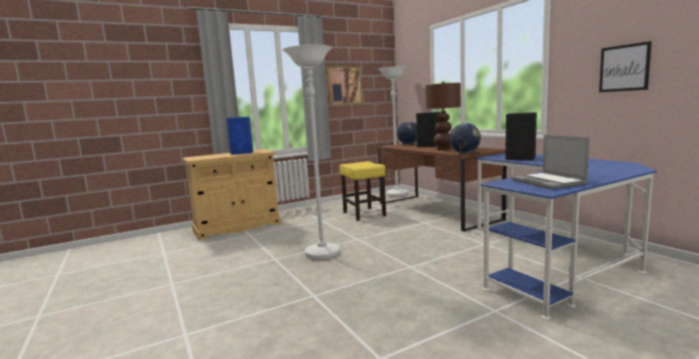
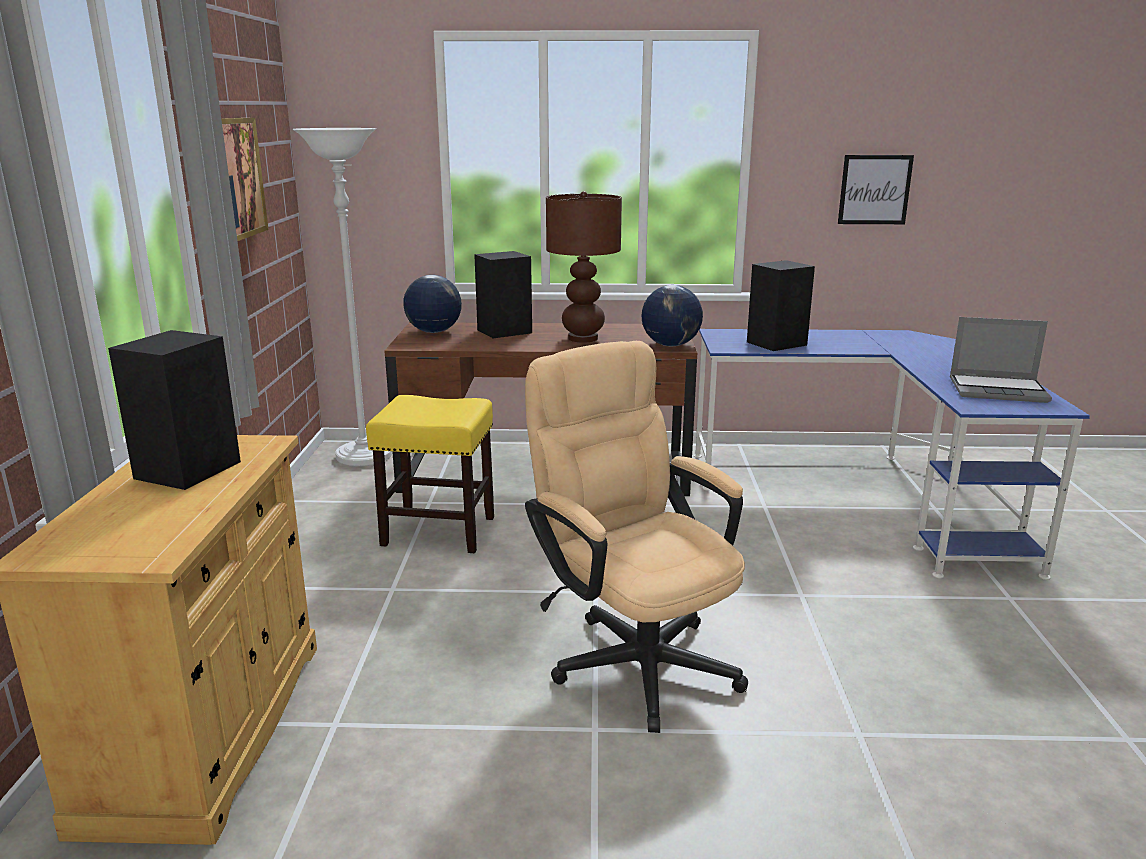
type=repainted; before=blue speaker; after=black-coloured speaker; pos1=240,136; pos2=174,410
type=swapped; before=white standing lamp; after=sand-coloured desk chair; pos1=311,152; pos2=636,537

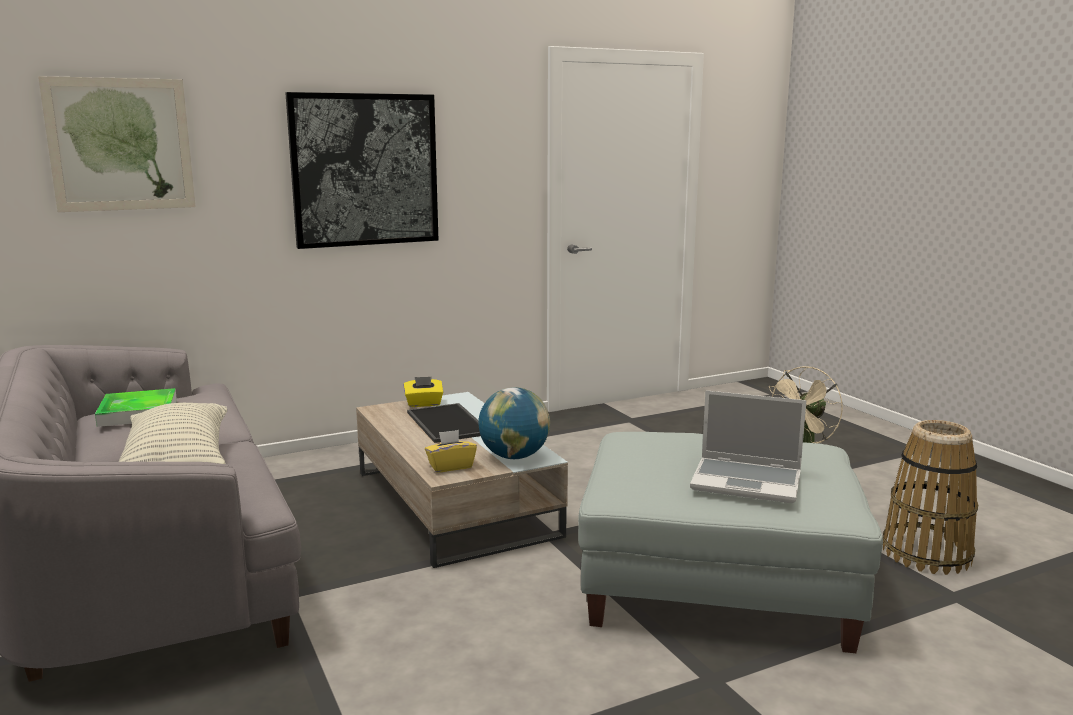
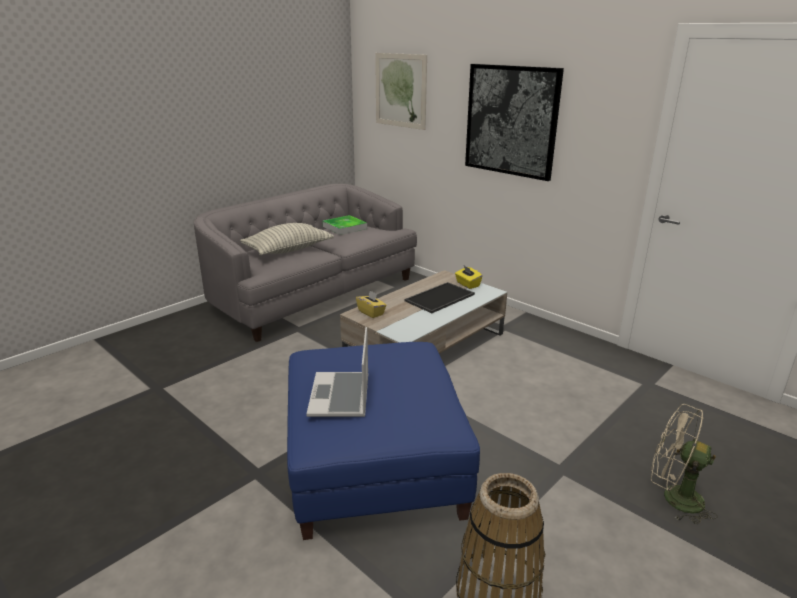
type=repainted; before=gray footrest; after=blue footrest; pos1=730,542; pos2=383,441
type=gone; before=world globe; pos1=514,423

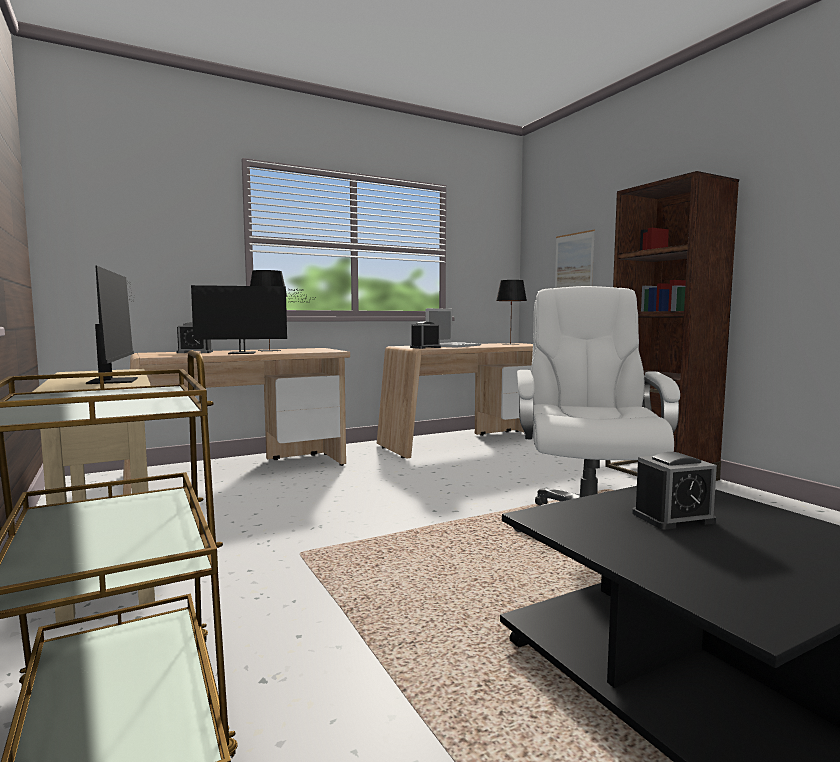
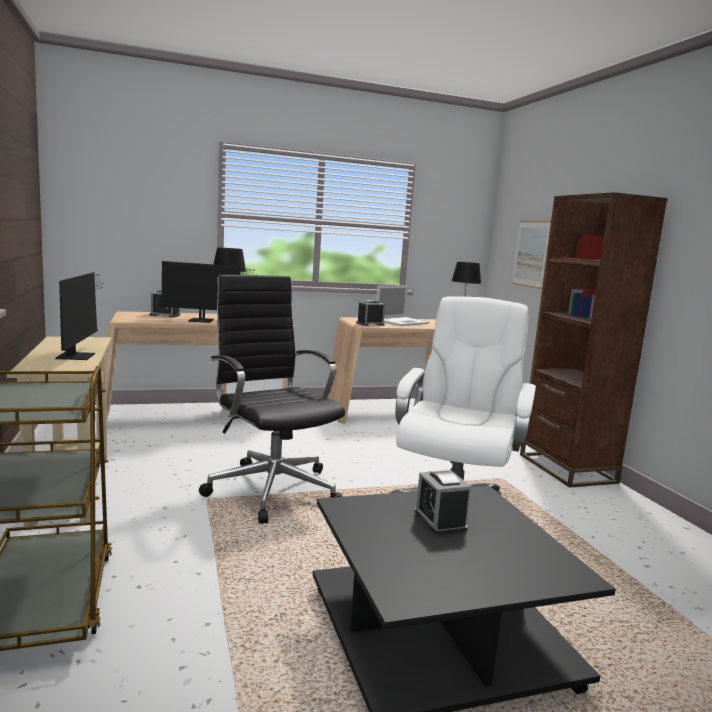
type=new; after=black-coloured desk chair; pos2=272,399
type=rotated; before=table clock; pos1=674,491; pos2=443,502; turn=75

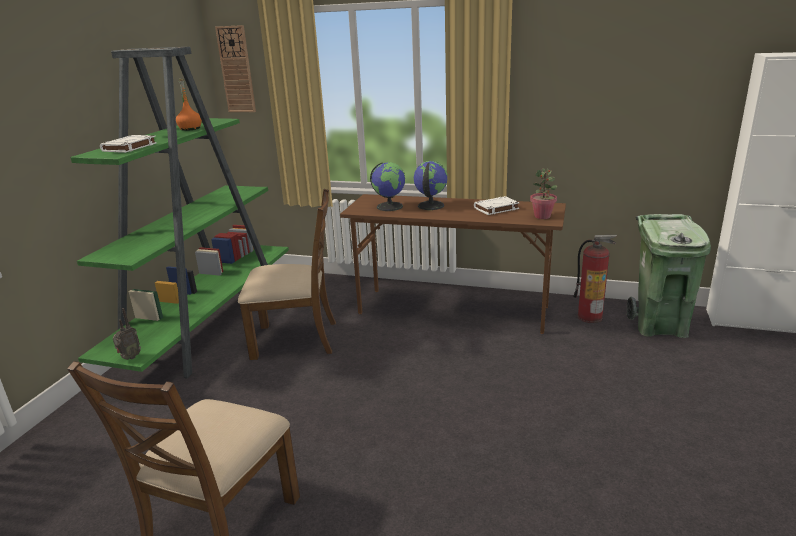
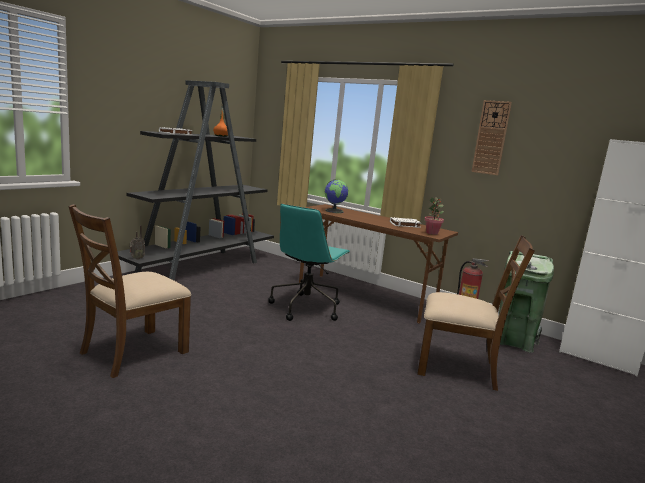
type=repainted; before=greenish shelving unit; after=black-coloured shelving unit; pos1=179,213; pos2=195,180
type=new; after=blue-green desk chair; pos2=308,262
type=shifted; before=brown plain chair; pos1=287,274; pos2=476,313
type=shifted; before=wall clock; pos1=235,68; pos2=491,137
type=gone; before=world globe; pos1=431,185

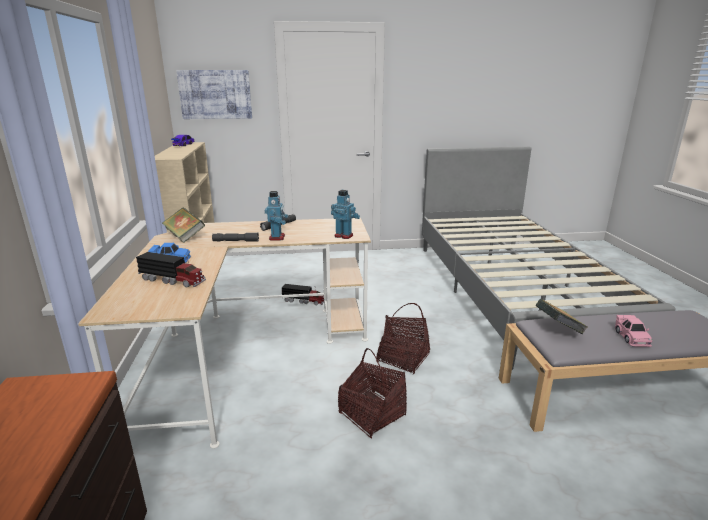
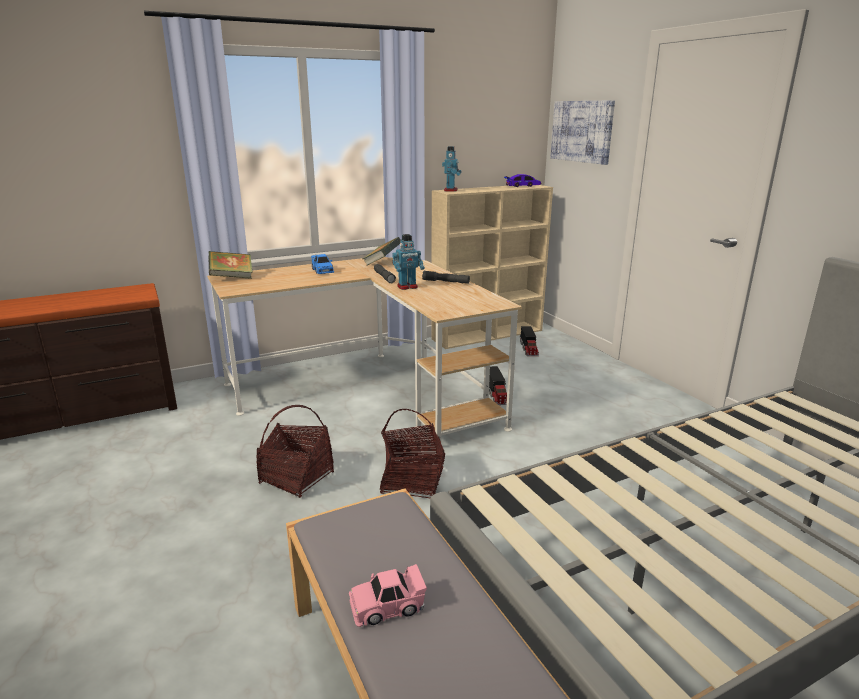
type=shifted; before=volume; pos1=562,316; pos2=231,265
type=shifted; before=toy robot; pos1=345,214; pos2=452,169
type=shifted; before=toy lorry; pos1=171,270; pos2=529,341

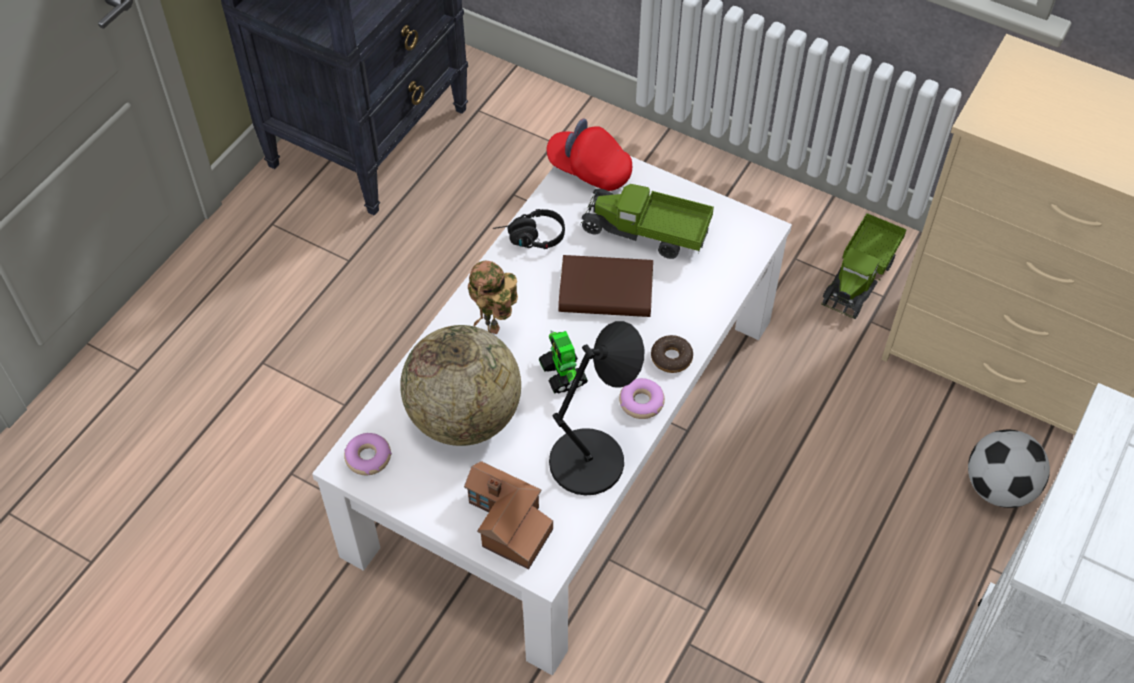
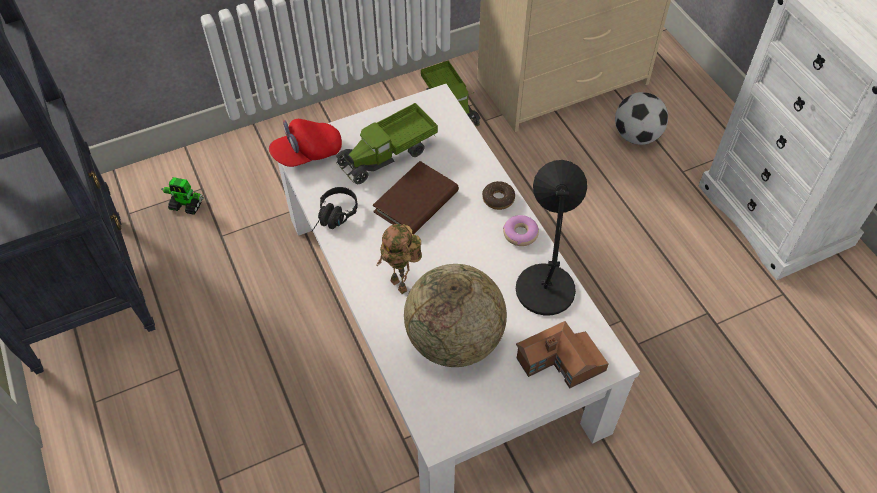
type=shifted; before=toy robot; pos1=563,362; pos2=183,196
type=gone; before=ring doughnut; pos1=368,454

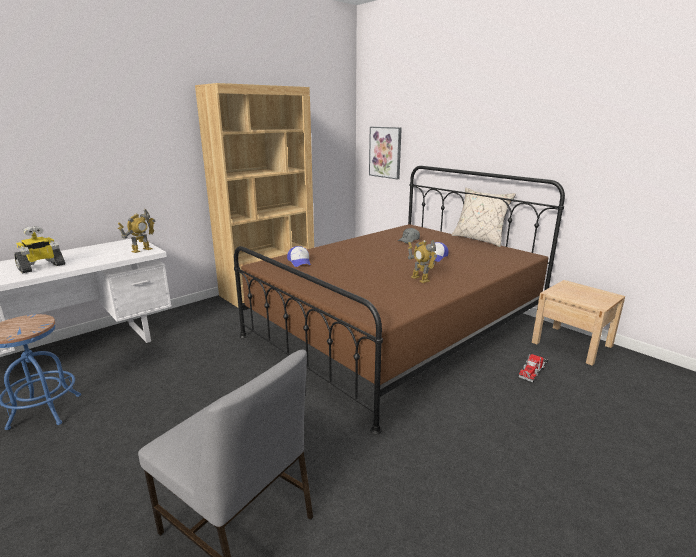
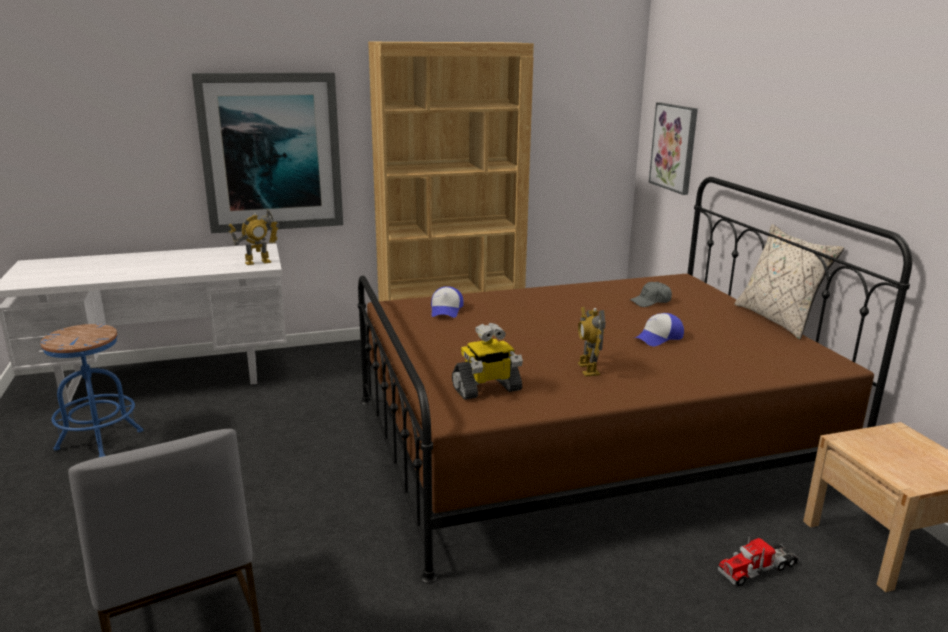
type=new; after=wall picture; pos2=267,152
type=shifted; before=toy robot; pos1=39,249; pos2=487,361

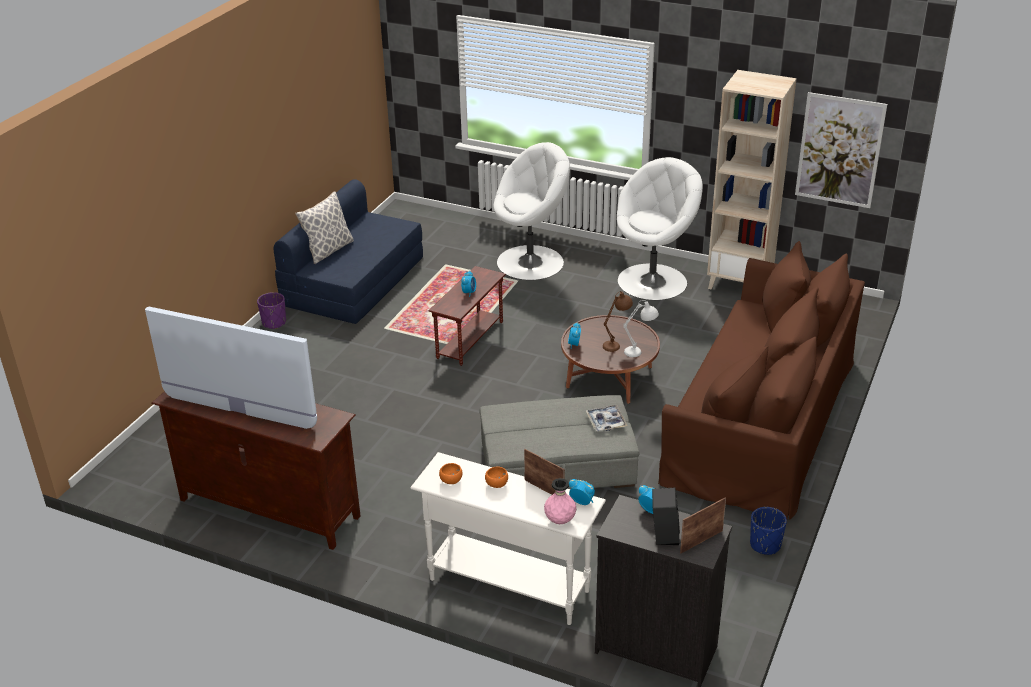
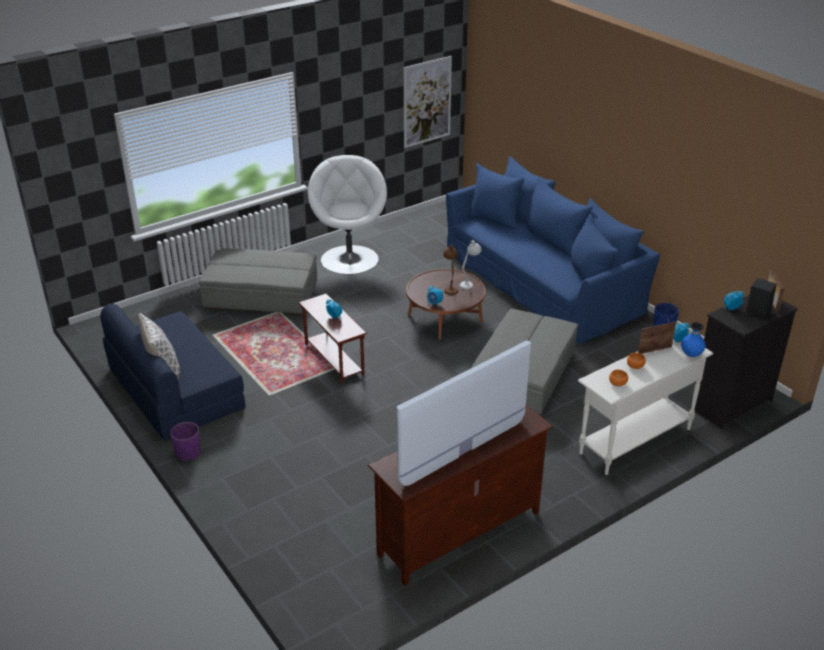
type=swapped; before=white lounge chair; after=gray footrest; pos1=531,211; pos2=258,282
type=repainted; before=brown sofa; after=blue sofa; pos1=761,380; pos2=553,250
type=repainted; before=pinkish decorative vase; after=blue decorative vase; pos1=560,501; pos2=693,339
type=gone; before=carrying tray; pos1=606,418
type=gone; before=sand-coloured shelving unit; pos1=752,179

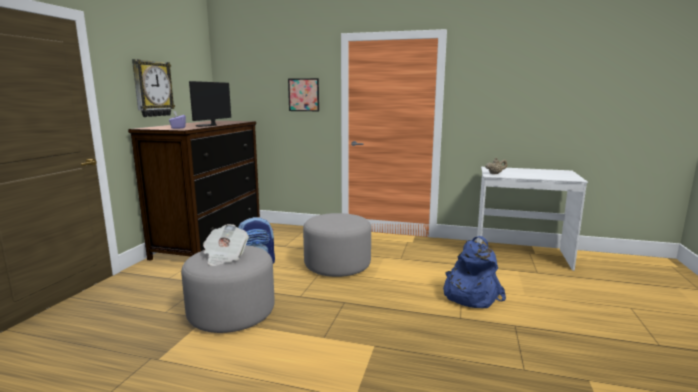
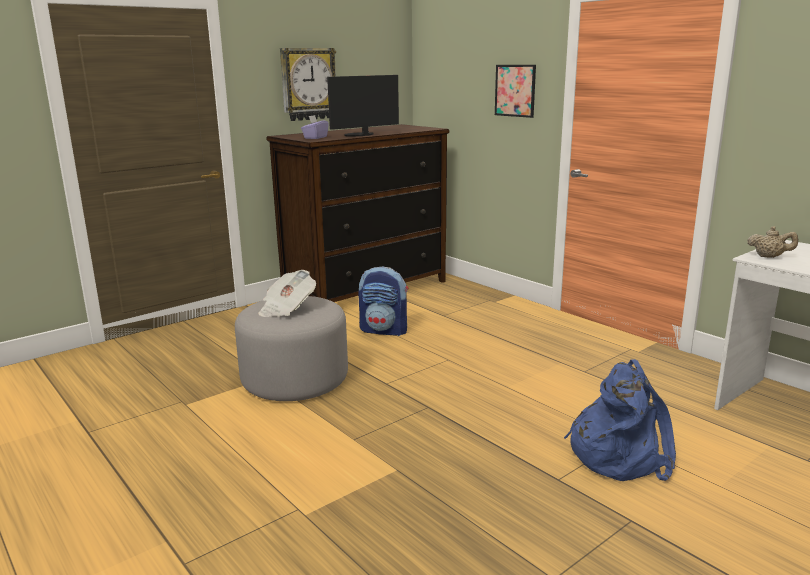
type=gone; before=gray footrest; pos1=337,245

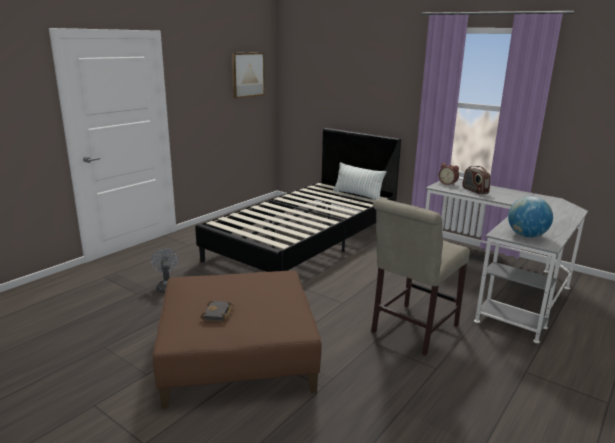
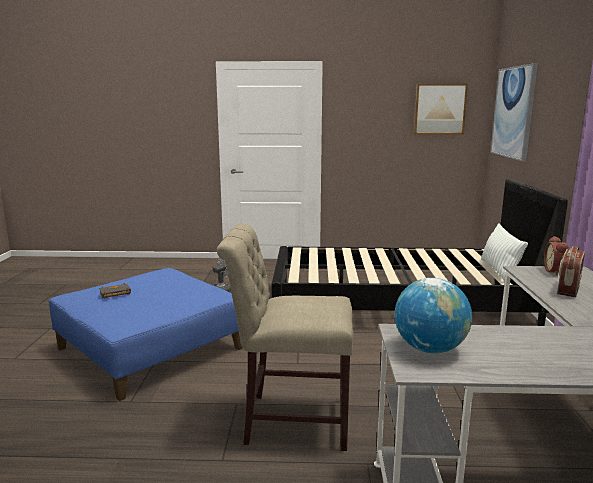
type=repainted; before=brown footrest; after=blue footrest; pos1=237,339; pos2=146,334
type=new; after=wall picture; pos2=514,112

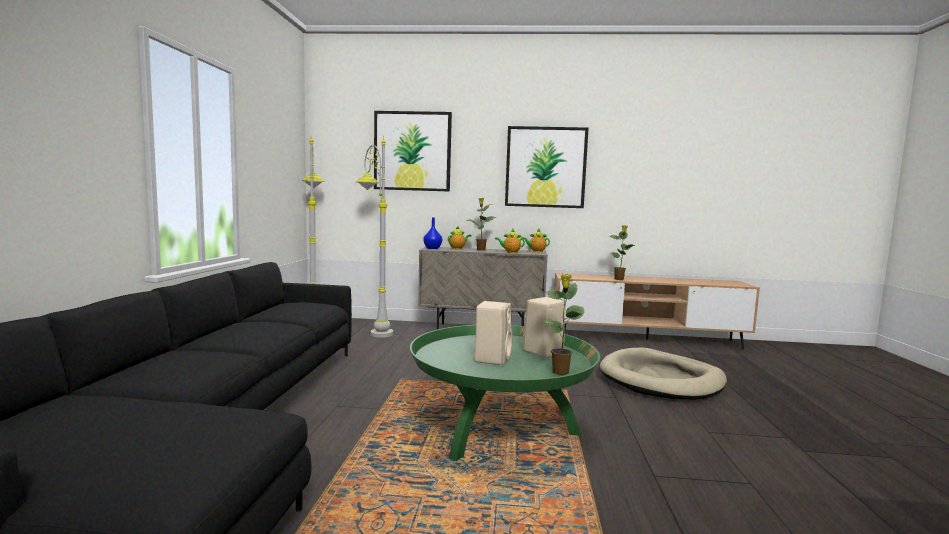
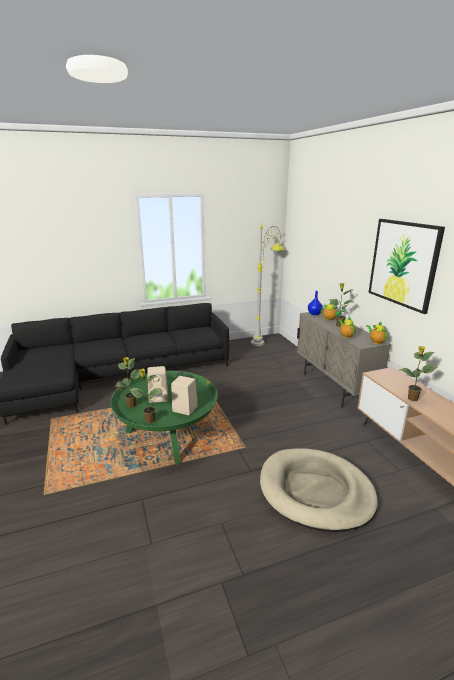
type=new; after=houseplant; pos2=127,382
type=gone; before=gray standing lamp; pos1=374,237
type=gone; before=wall picture; pos1=413,151

